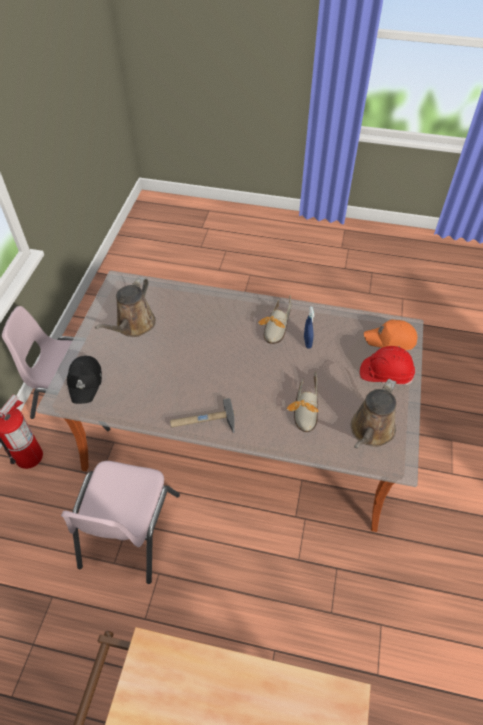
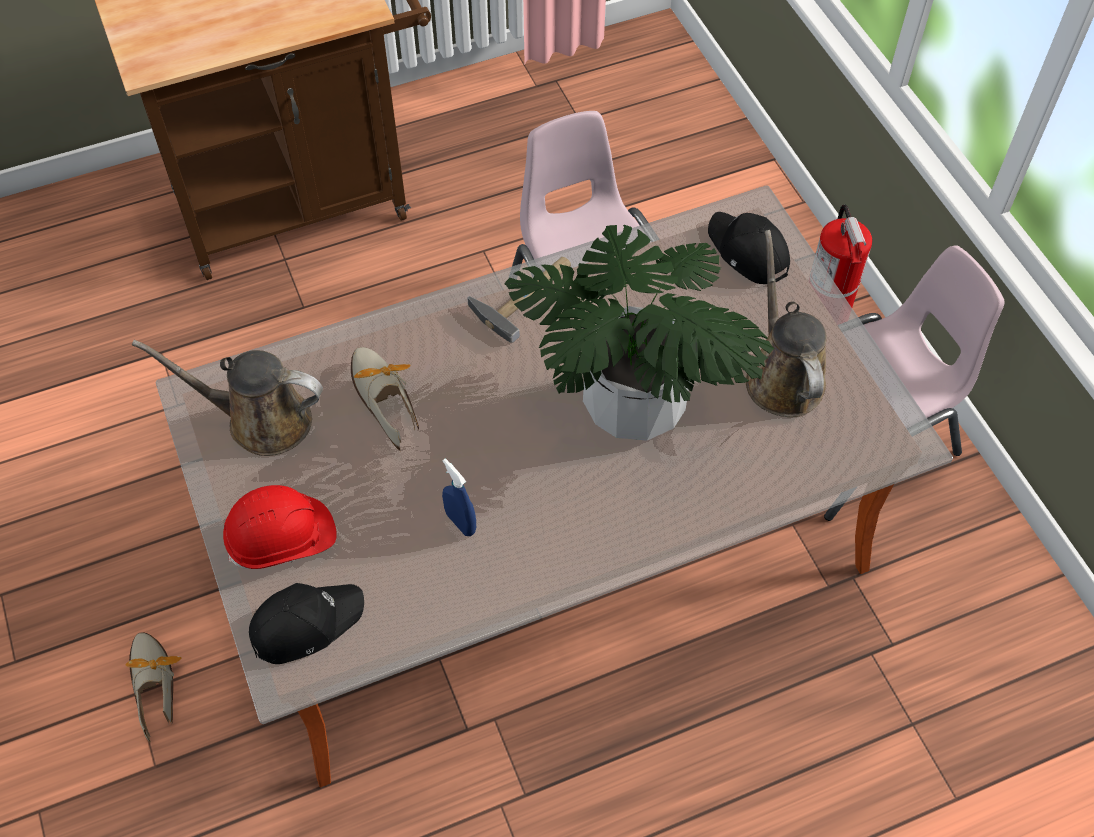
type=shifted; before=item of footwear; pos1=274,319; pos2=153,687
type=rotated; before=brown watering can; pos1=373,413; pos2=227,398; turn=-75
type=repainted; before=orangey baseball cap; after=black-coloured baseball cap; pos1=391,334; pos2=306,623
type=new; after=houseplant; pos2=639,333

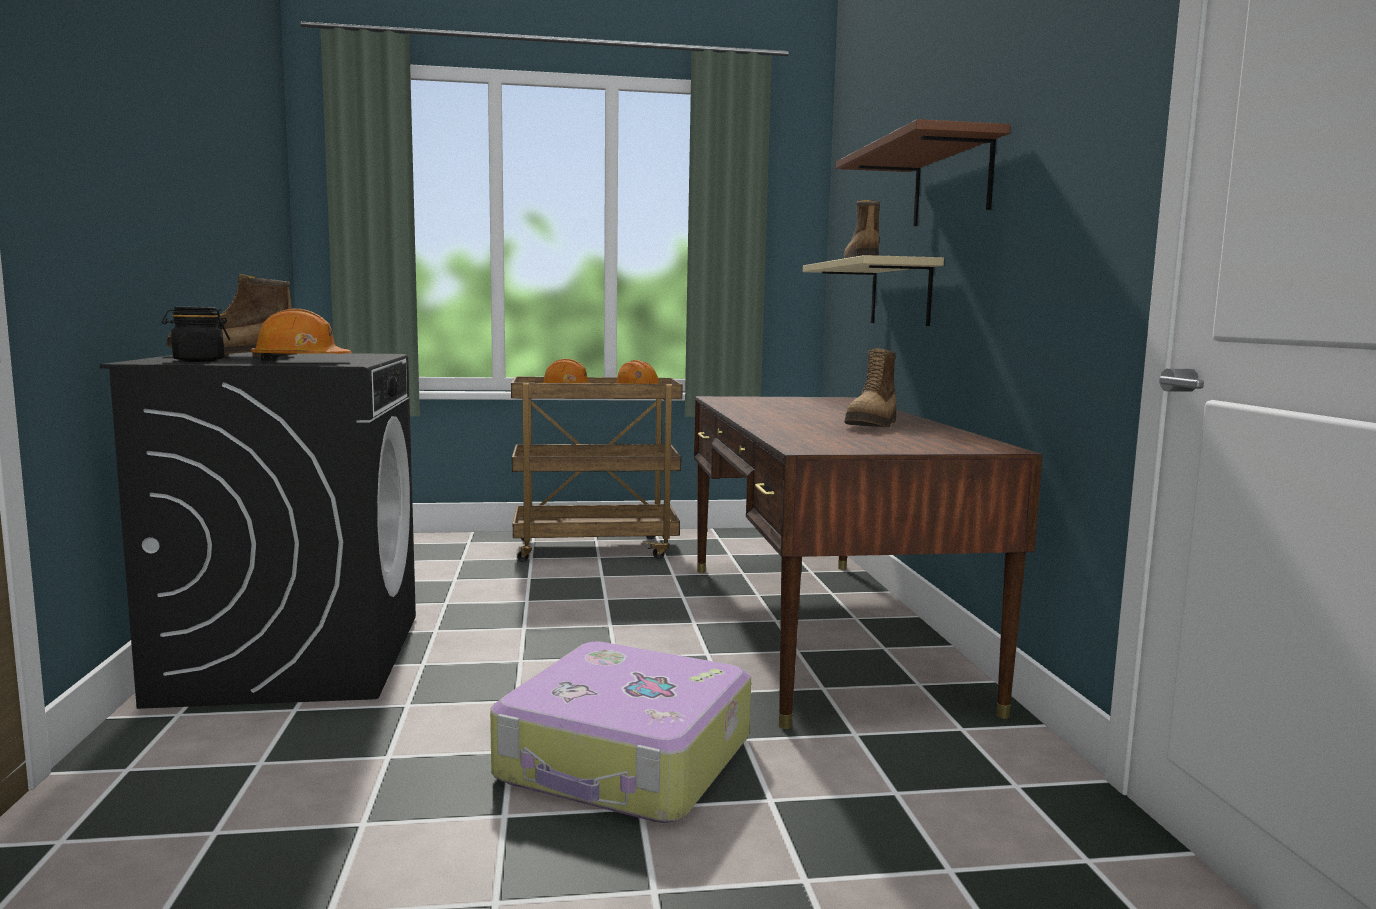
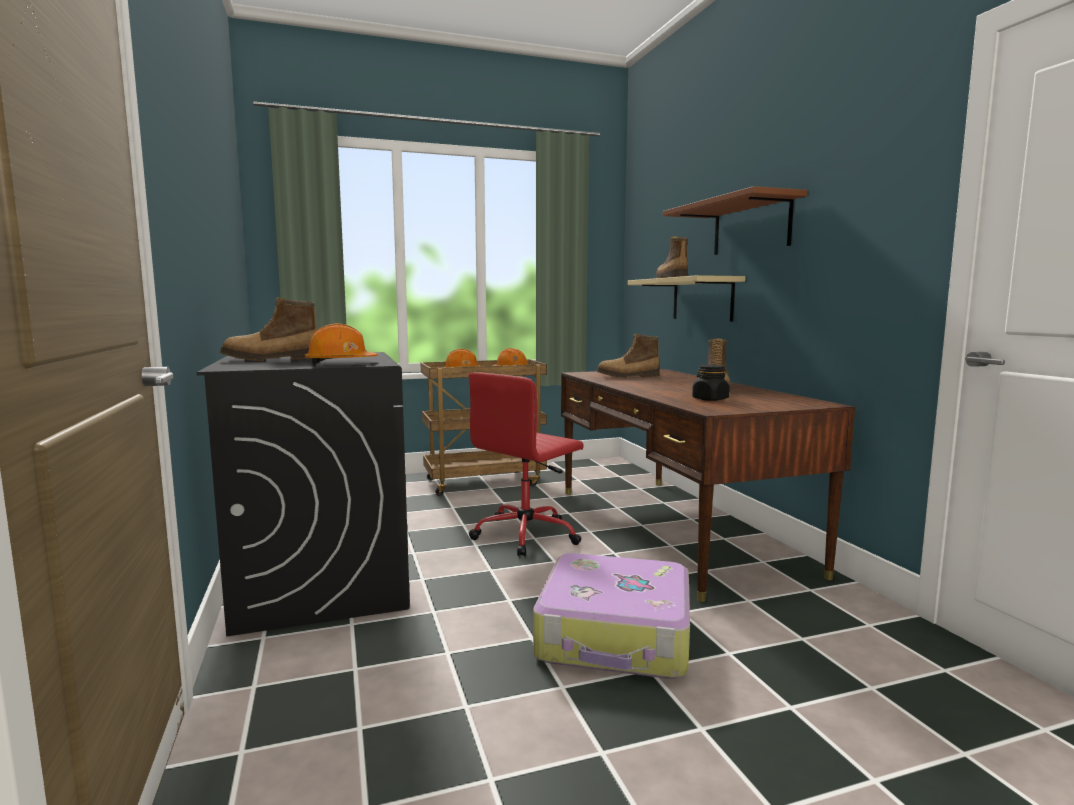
type=new; after=red desk chair; pos2=526,464
type=new; after=high-top boot; pos2=627,355
type=shifted; before=black-coloured jar; pos1=195,334; pos2=710,383

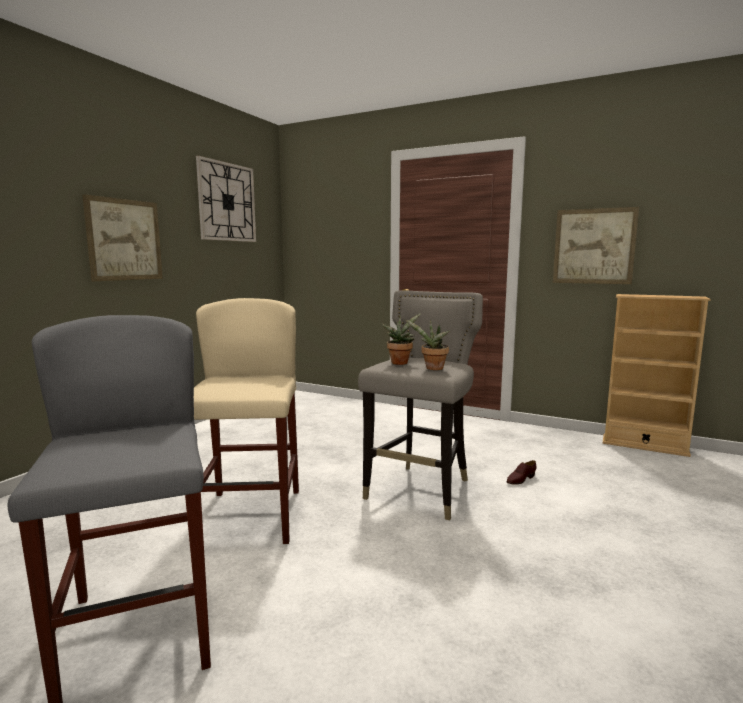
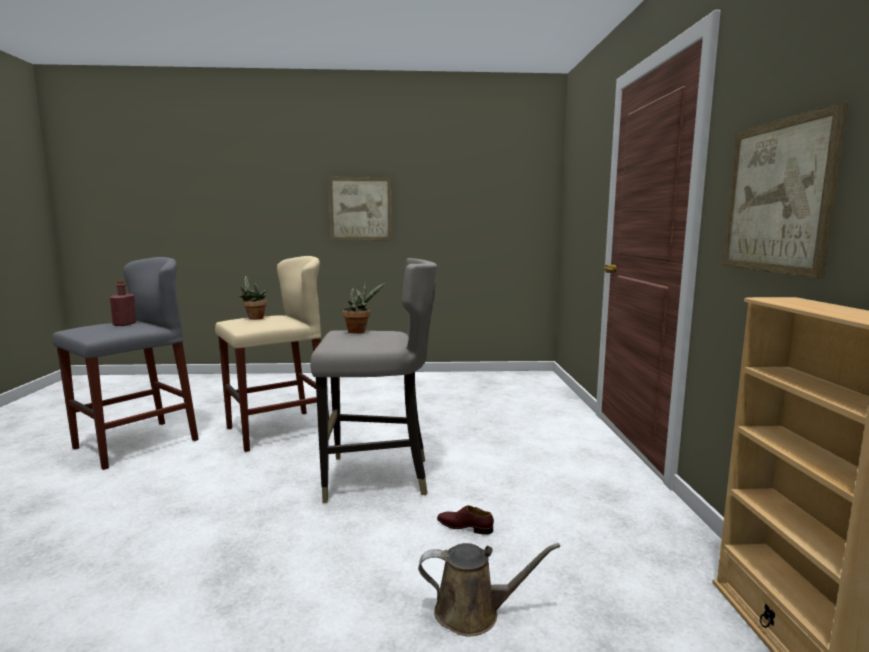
type=new; after=red bottle; pos2=123,303
type=shifted; before=houseplant; pos1=427,344; pos2=252,297
type=new; after=brown watering can; pos2=489,589
type=gone; before=wall clock; pos1=226,199

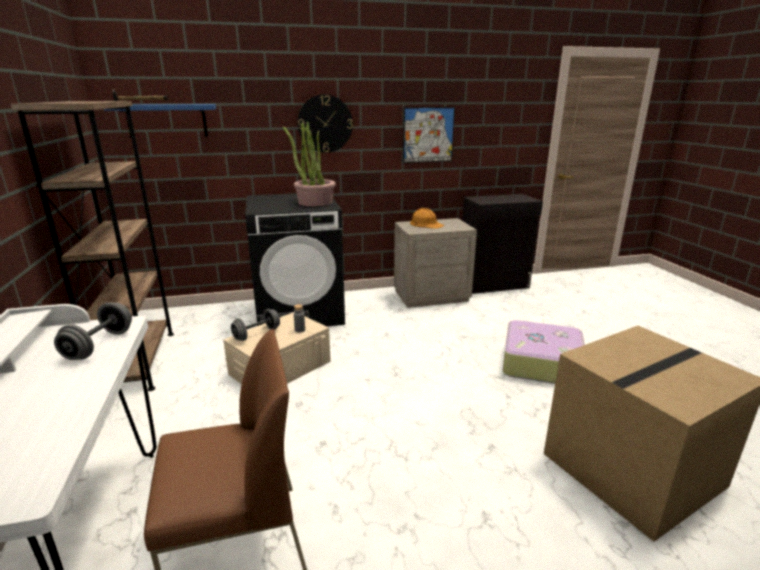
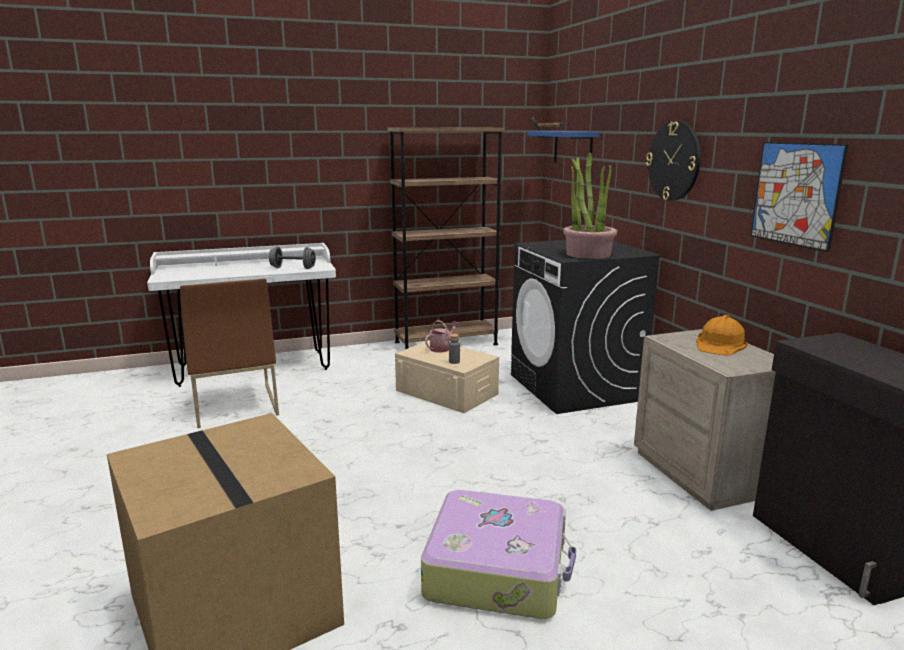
type=swapped; before=gray dumbbell; after=watering can; pos1=255,325; pos2=442,336

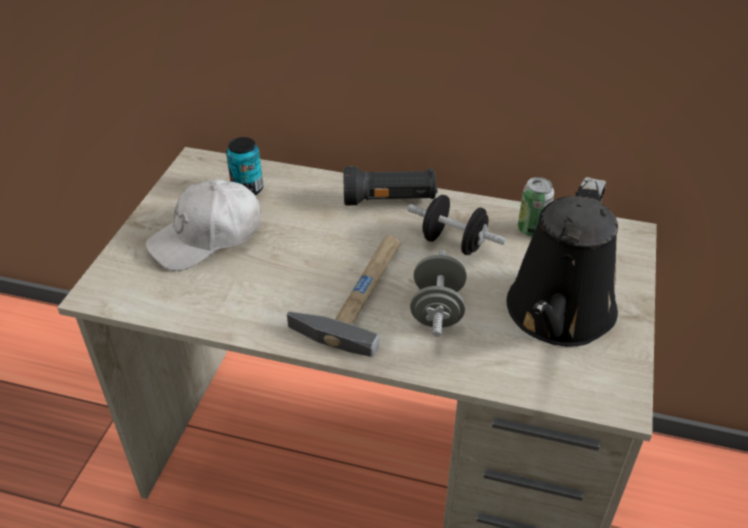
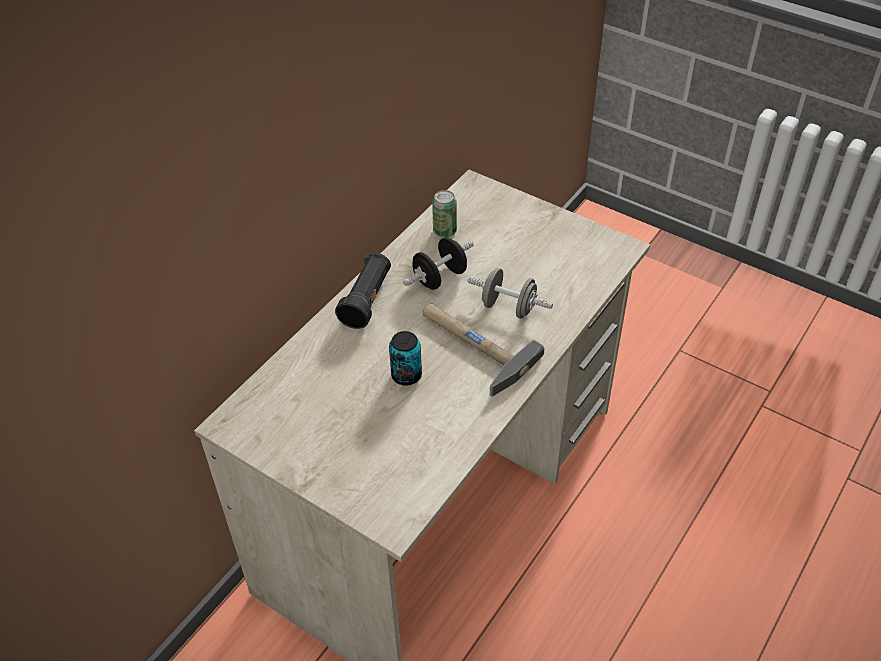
type=shifted; before=metal can; pos1=244,166; pos2=405,358
type=gone; before=white baseball cap; pos1=203,225
type=gone; before=black-coloured watering can; pos1=562,261

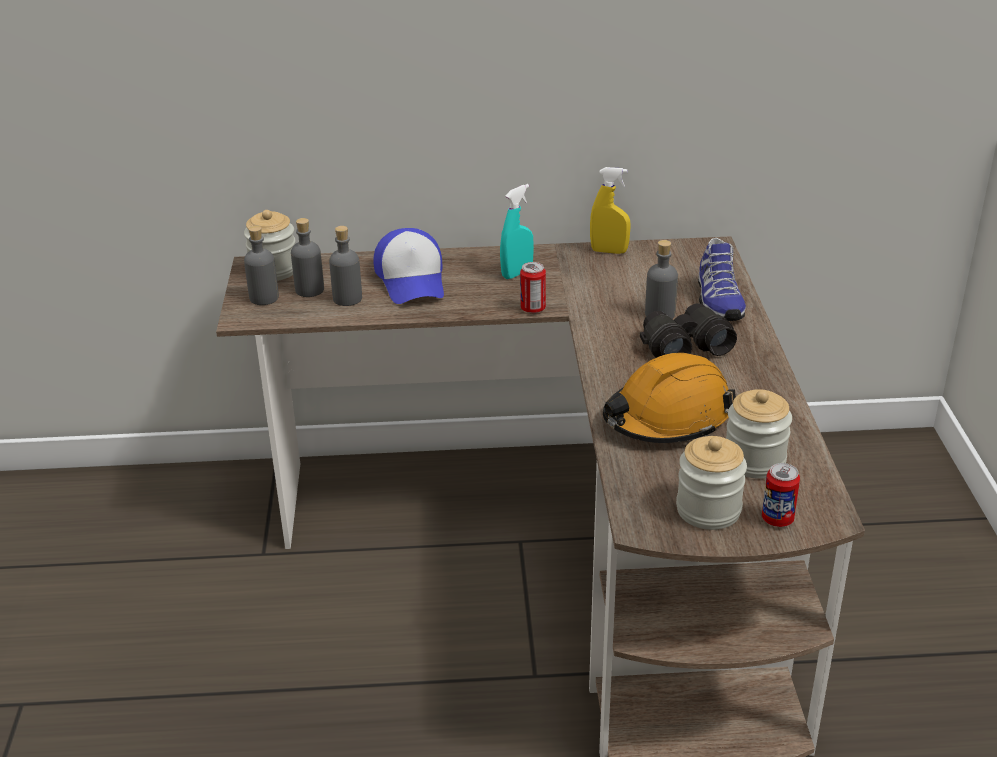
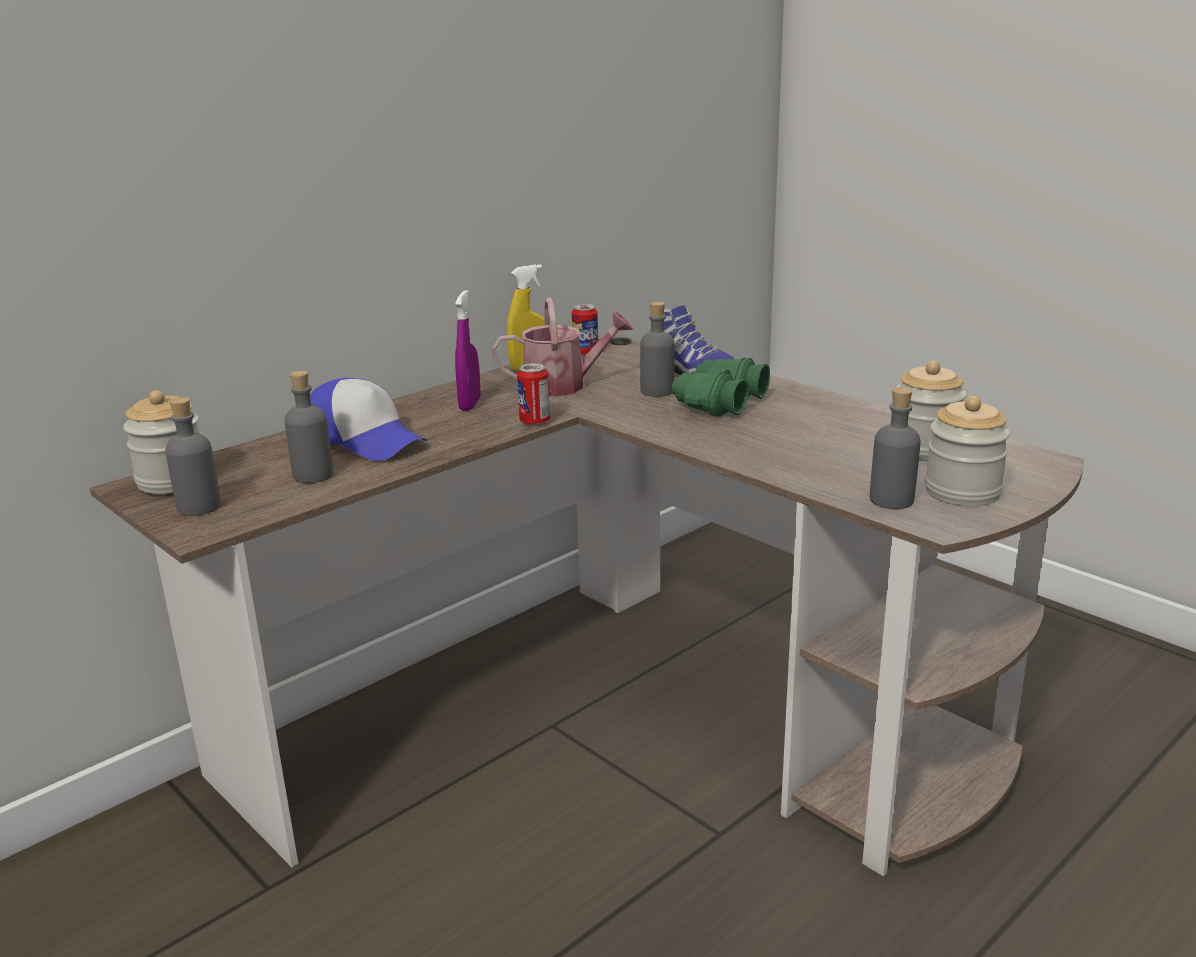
type=repainted; before=blue-green hand sprayer; after=purple hand sprayer; pos1=517,231; pos2=467,350
type=new; after=watering can; pos2=563,347
type=shifted; before=metal can; pos1=781,495; pos2=585,330
type=repainted; before=black-coloured pair of binoculars; after=greenish pair of binoculars; pos1=688,330; pos2=721,387
type=shifted; before=gray bottle; pos1=307,257; pos2=895,448
type=gone; before=orangey hard hat; pos1=669,398

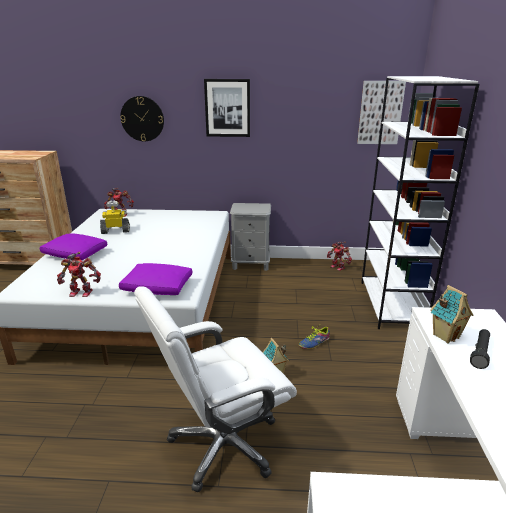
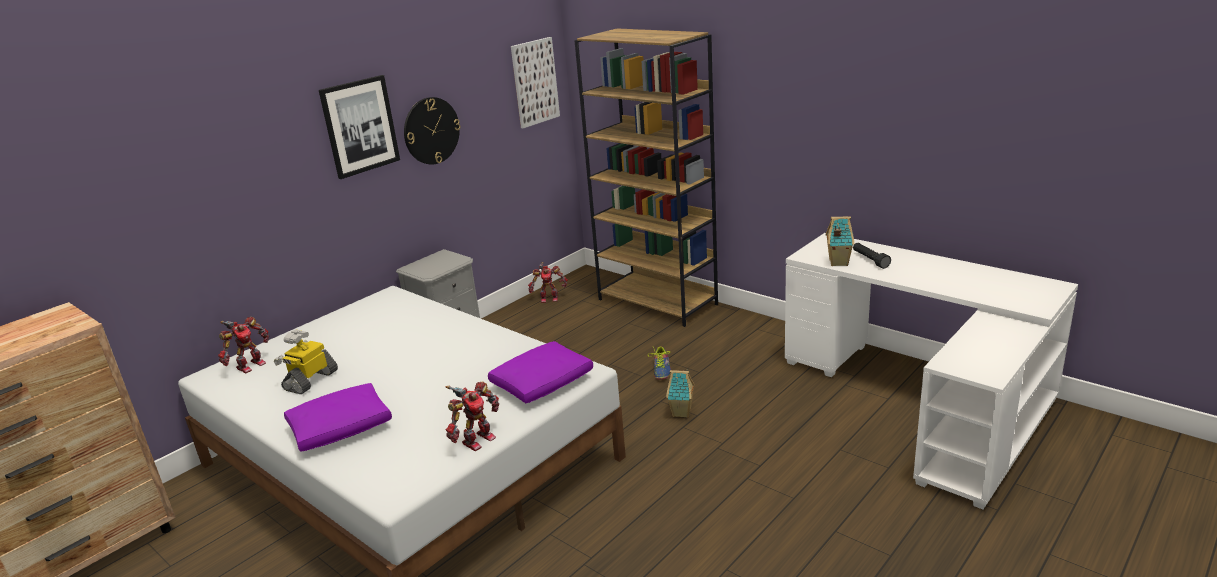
type=shifted; before=wall clock; pos1=142,118; pos2=432,131
type=repainted; before=white shelving unit; after=brown shelving unit; pos1=420,202; pos2=646,177
type=gone; before=white desk chair; pos1=215,389

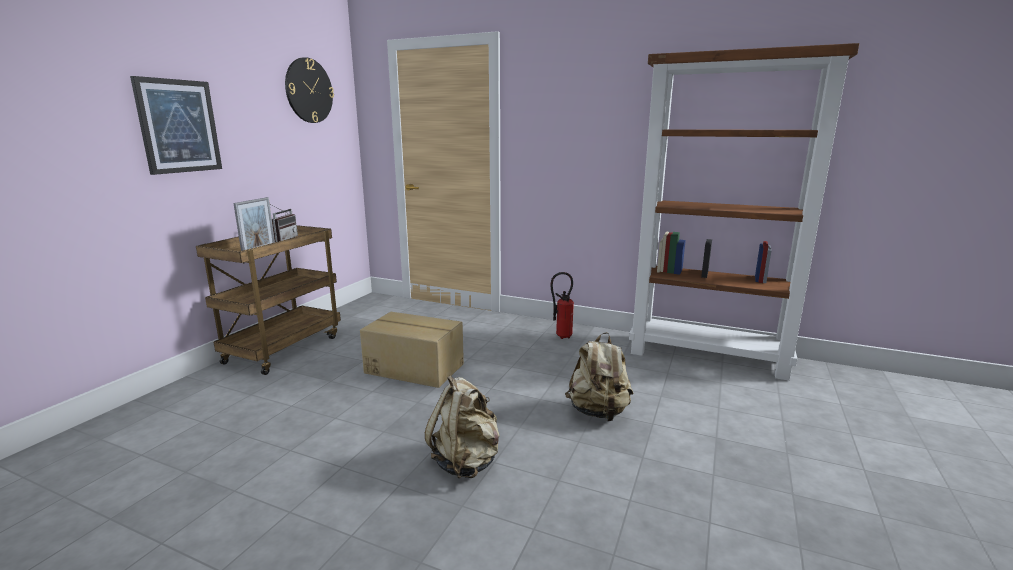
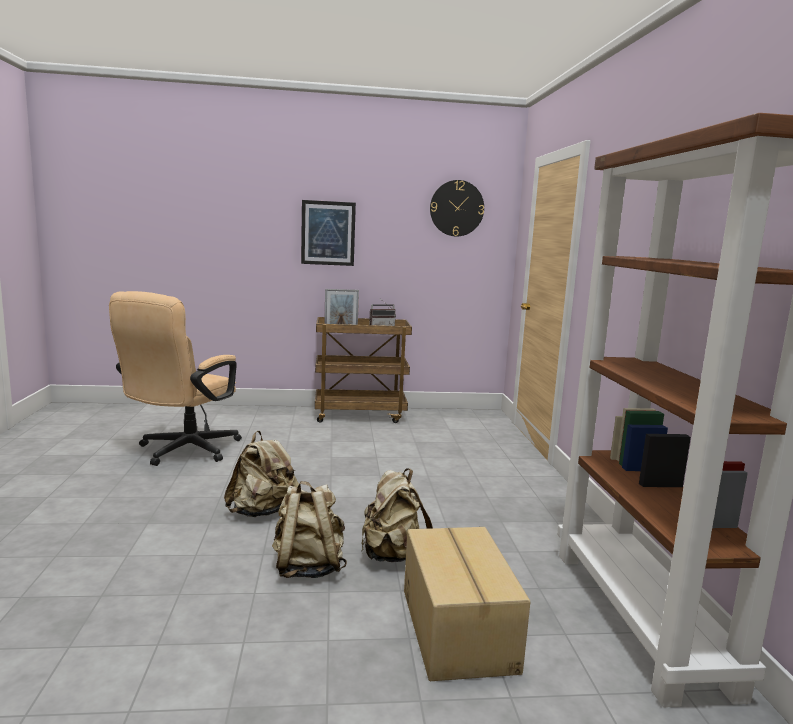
type=new; after=sand-coloured desk chair; pos2=175,378
type=new; after=sand-coloured backpack; pos2=309,529
type=shifted; before=carton; pos1=412,350; pos2=467,604
type=gone; before=fire-fighting cylinder; pos1=562,305

